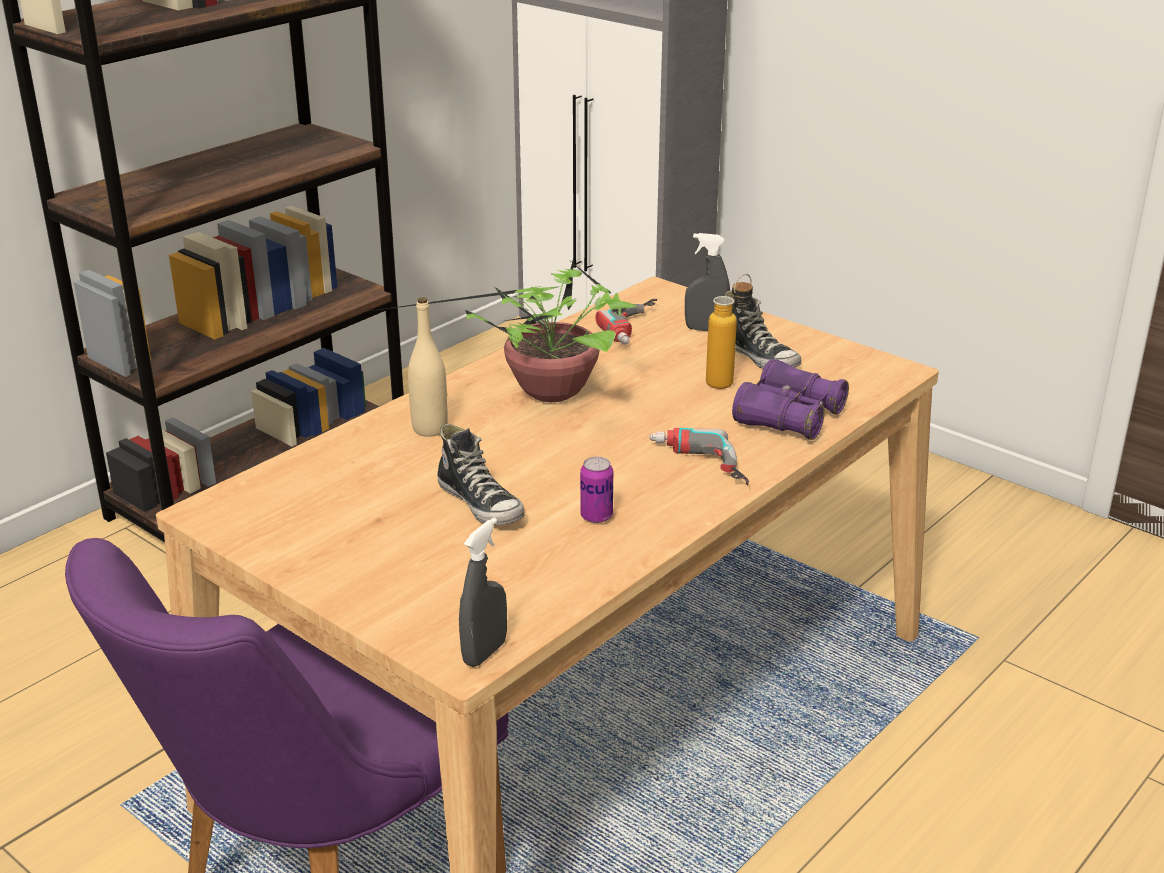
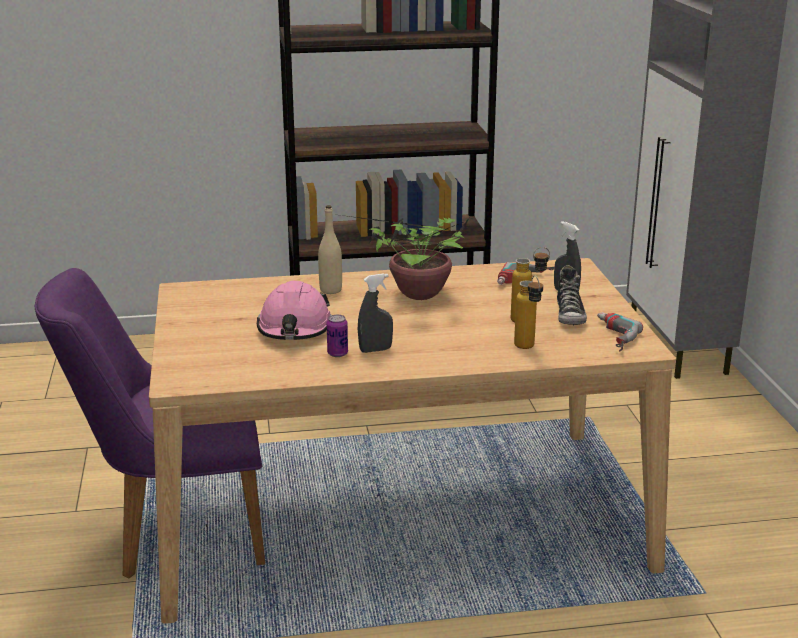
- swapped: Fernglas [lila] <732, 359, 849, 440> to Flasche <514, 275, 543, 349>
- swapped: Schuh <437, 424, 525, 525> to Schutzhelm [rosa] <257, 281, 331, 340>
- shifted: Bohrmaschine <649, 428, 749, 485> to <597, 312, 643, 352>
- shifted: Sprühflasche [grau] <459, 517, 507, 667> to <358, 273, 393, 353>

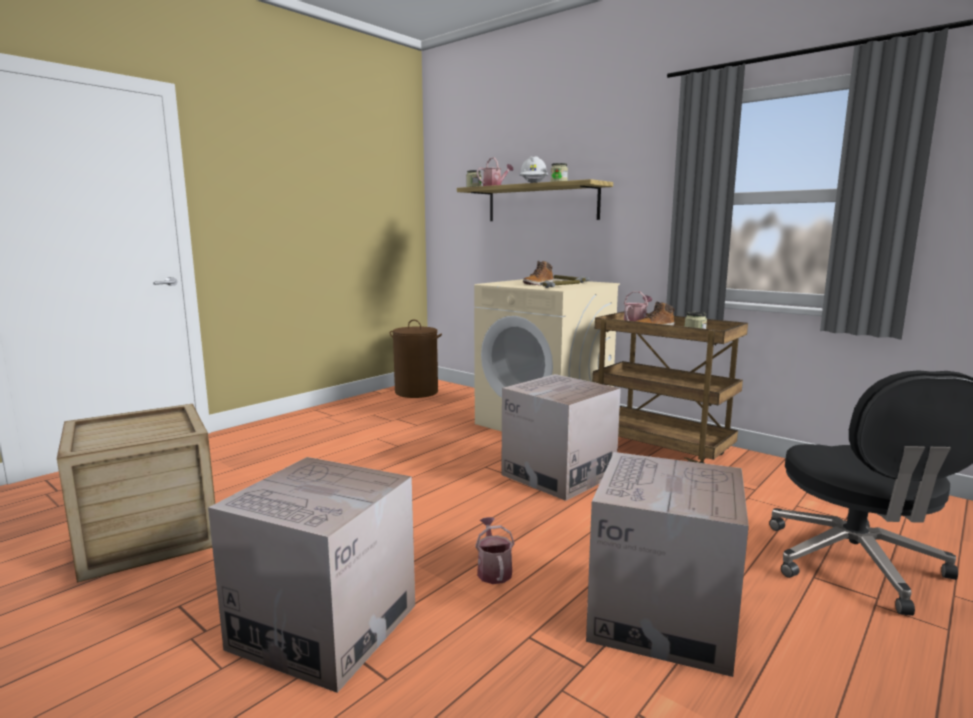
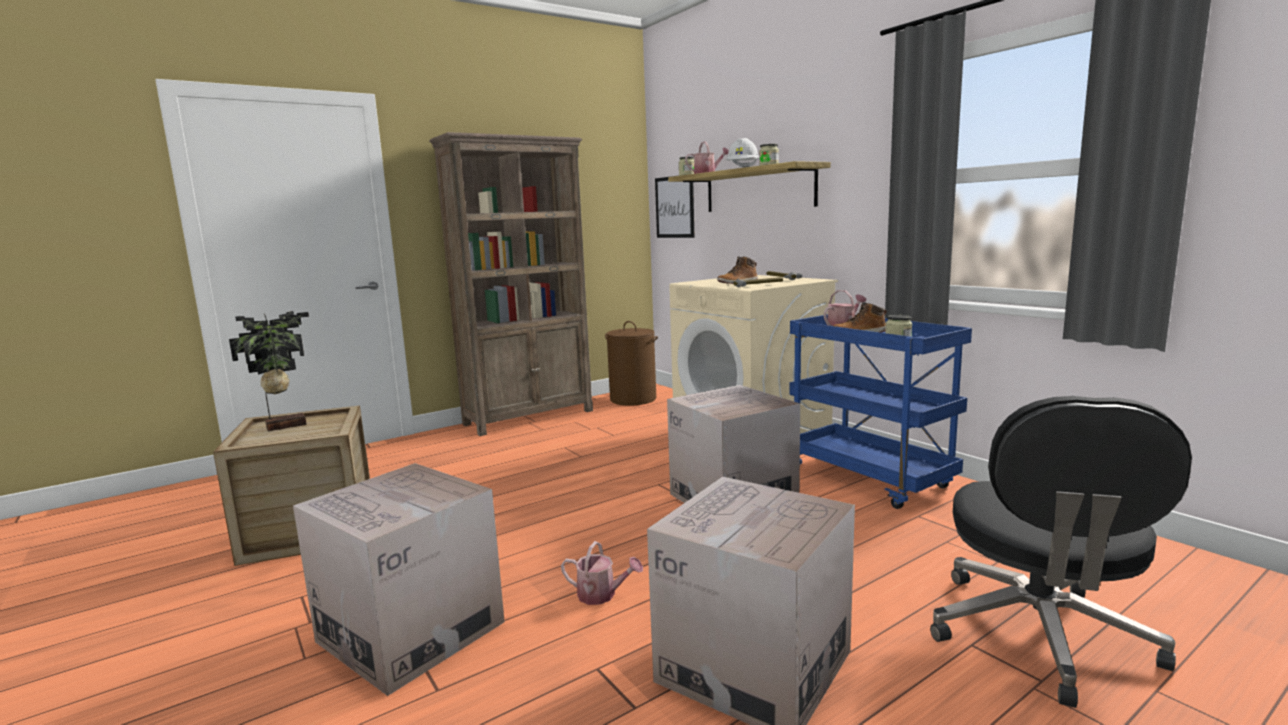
- repainted: Rollwagen [braun] <593, 311, 748, 464> to Rollwagen [blau] <789, 315, 972, 509>
- rotated: Gießkanne <475, 517, 515, 584> = <561, 541, 643, 605> 105 degrees clockwise
- new: Bücherregal [braun] <429, 132, 593, 436>
- new: Bild <655, 176, 694, 238>
- new: Topfpflanze <229, 311, 309, 432>

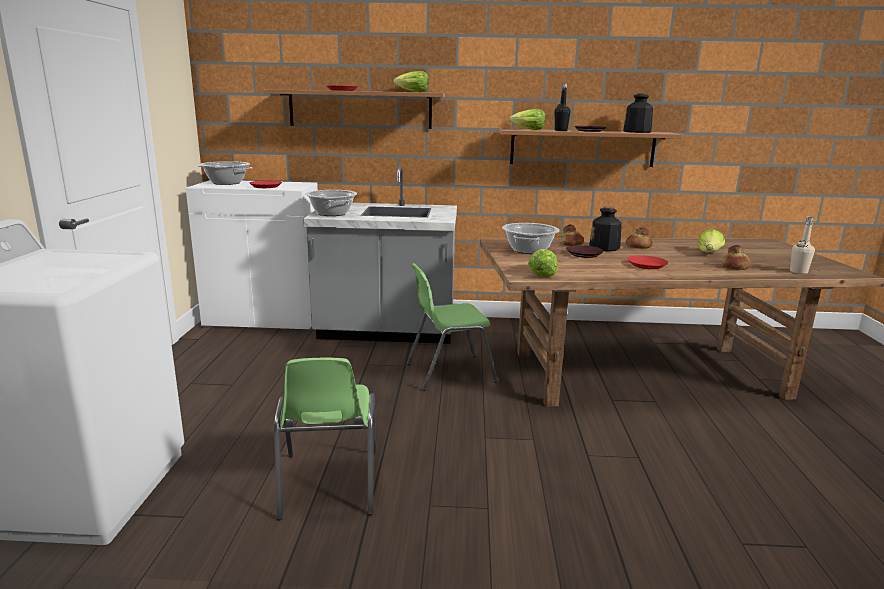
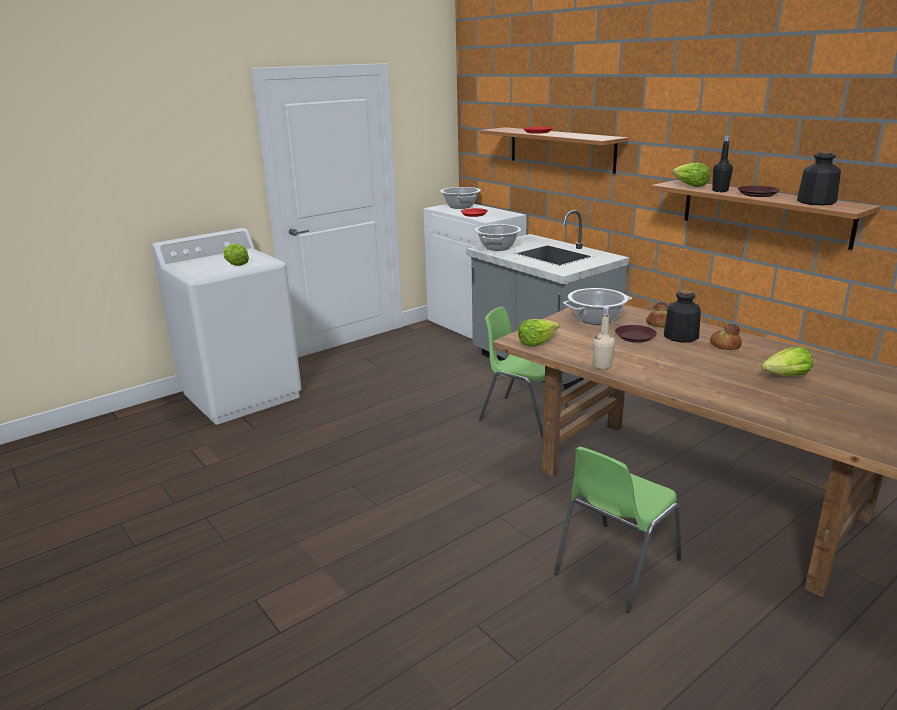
- shifted: Salatkopf <393, 71, 429, 92> to <224, 244, 249, 266>
- shifted: Flasche [beige] <790, 216, 815, 274> to <593, 307, 615, 369>
- gone: Brot <722, 245, 752, 270>
- gone: Teller [rot] <627, 255, 668, 269>
- shifted: Stuhl [grün] <274, 358, 376, 520> to <554, 447, 682, 613>

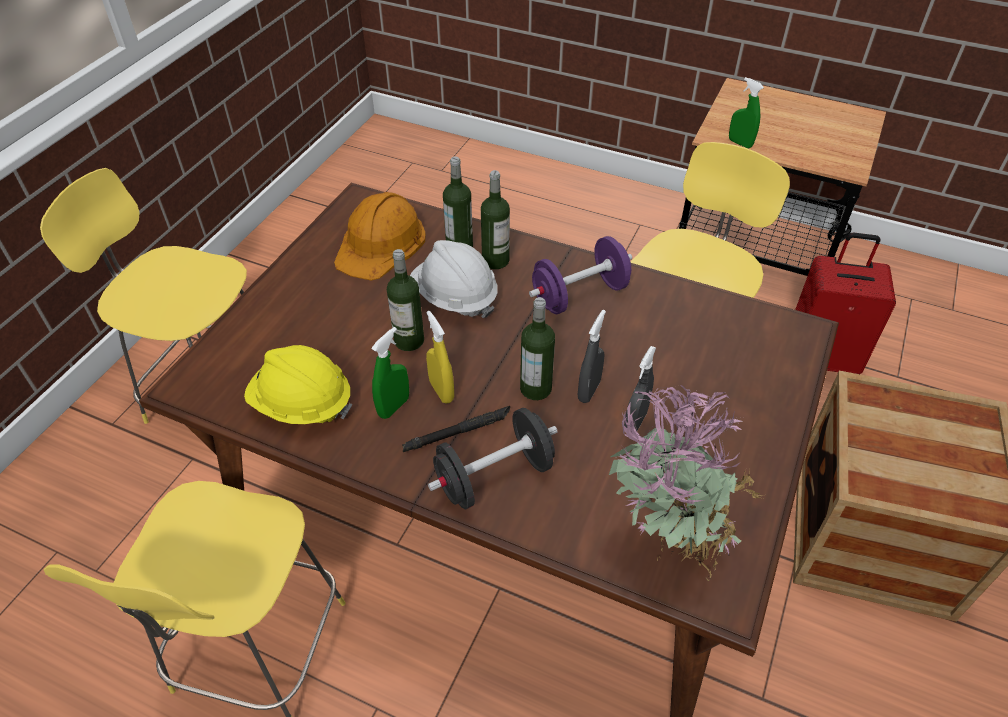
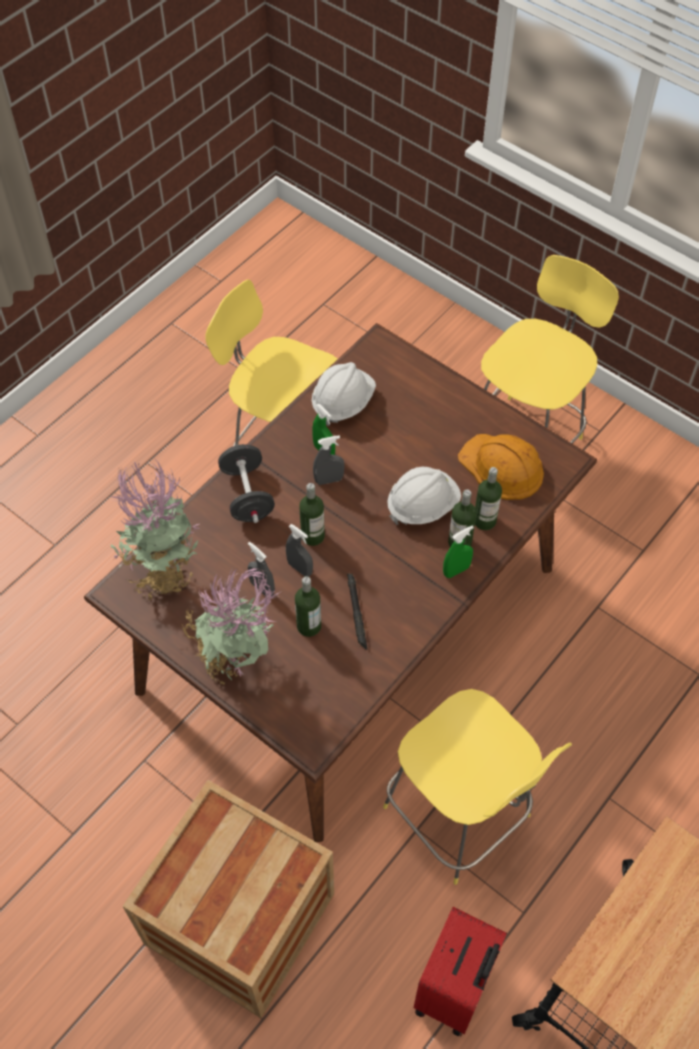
- shifted: Sprühflasche [grün] <729, 77, 764, 148> to <443, 525, 474, 578>
- gone: Hantel [lila] <529, 236, 632, 314>
- shifted: Flasche <387, 249, 424, 351> to <295, 576, 321, 637>
- repainted: Sprühflasche [gelb] <426, 311, 454, 403> to Sprühflasche [grau] <313, 435, 345, 485>
- repainted: Schutzhelm [gelb] <244, 345, 352, 424> to Schutzhelm [weiß] <312, 362, 376, 426>
- shifted: Taschenlampe [schwarz] <402, 406, 510, 452> to <347, 573, 367, 650>
- new: Topfpflanze <182, 568, 280, 685>

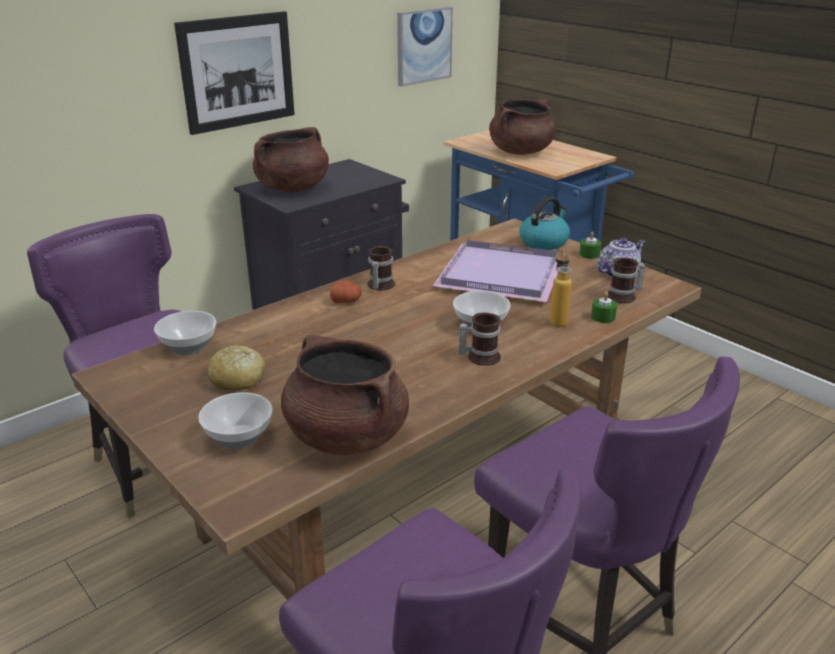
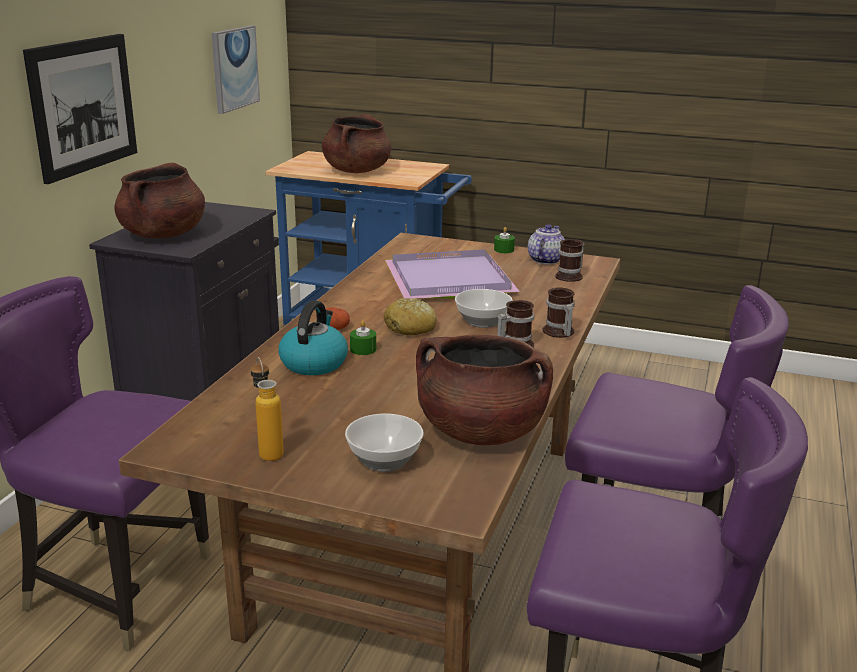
- shifted: Wasserkessel <519, 196, 570, 250> to <278, 300, 348, 375>
- shifted: Henkelbecher <367, 246, 395, 290> to <543, 288, 575, 338>
- shifted: Flasche <550, 249, 572, 327> to <251, 357, 284, 461>
- shifted: Kerze [grün] <591, 292, 617, 323> to <350, 320, 376, 355>
- gone: Schüssel <154, 311, 216, 355>
- shifted: Brot <208, 345, 265, 390> to <383, 298, 437, 335>

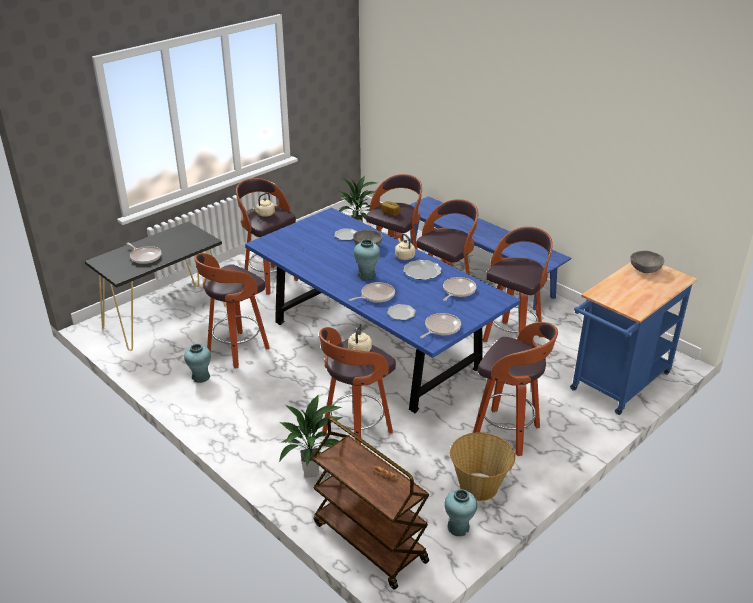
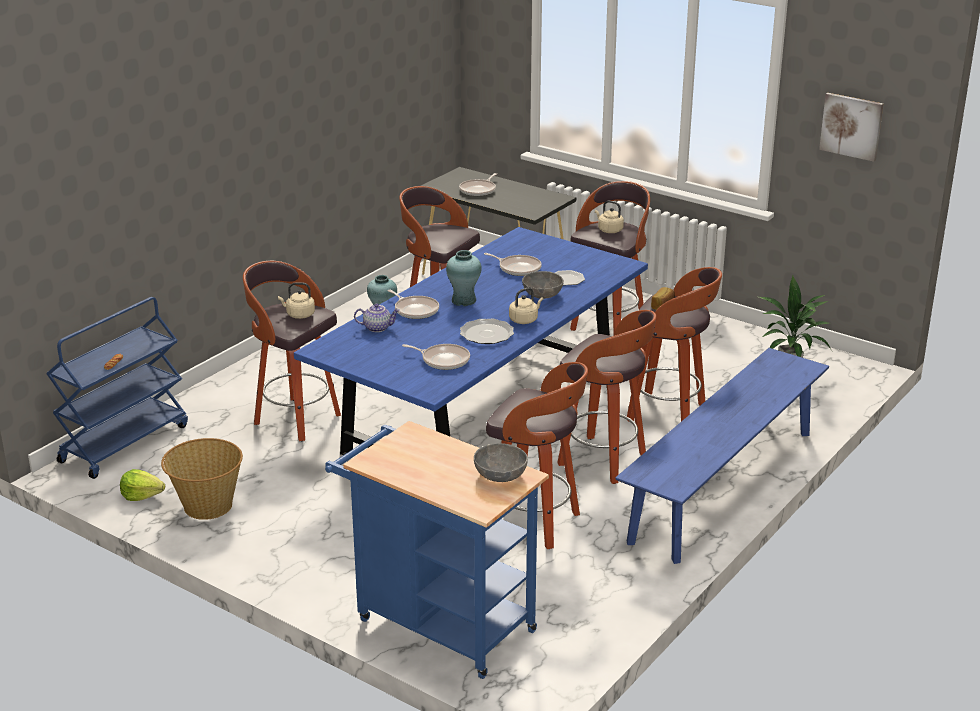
- swapped: Teller <387, 304, 416, 320> to Teekanne <354, 304, 400, 332>
- shifted: Pfanne <420, 313, 461, 338> to <484, 253, 542, 276>
- gone: Hocker <473, 322, 558, 456>
- gone: Topfpflanze <279, 394, 343, 477>
- repainted: Rollwagen [braun] <312, 418, 429, 590> to Rollwagen [blau] <46, 297, 188, 479>
- swapped: Vase [türkis] <444, 489, 477, 536> to Salatkopf <120, 469, 165, 501>
- new: Bild <819, 93, 883, 162>

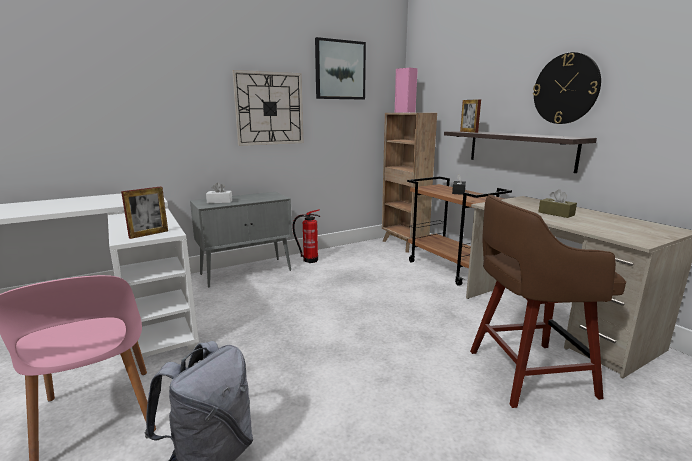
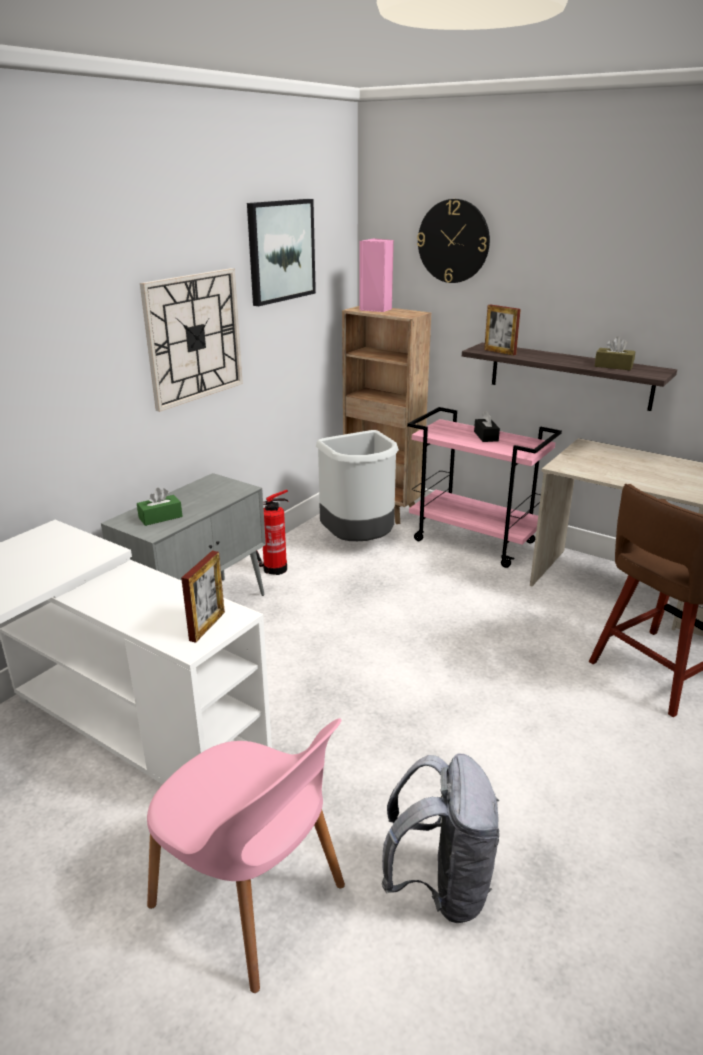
- shifted: Wanduhr <533, 52, 601, 124> to <417, 199, 490, 283>
- repainted: Rollwagen [braun] <407, 176, 512, 286> to Rollwagen [rosa] <407, 407, 562, 568>
- repainted: Taschentuchbox [weiß] <206, 183, 232, 203> to Taschentuchbox [grün] <137, 488, 183, 526>
- shifted: Taschentuchbox [braun] <538, 189, 577, 218> to <595, 337, 636, 370>
- new: Mülleimer [grau] <316, 430, 399, 541>

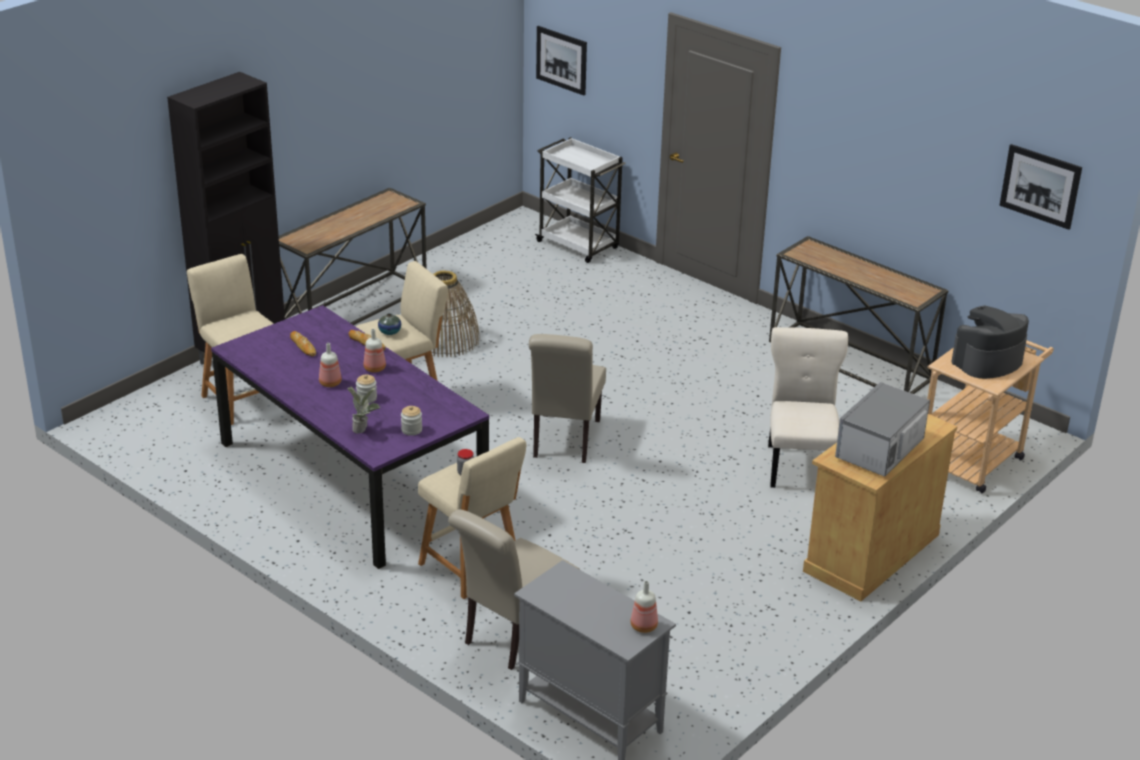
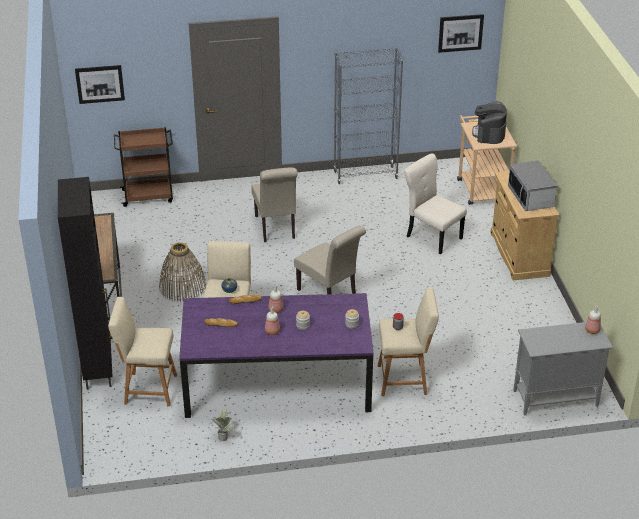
- repainted: Rollwagen [weiß] <535, 137, 626, 263> to Rollwagen [braun] <114, 127, 173, 207>
- swapped: Konsolentisch <769, 236, 948, 394> to Bücherregal [grau] <333, 48, 403, 184>
- shifted: Topfpflanze <348, 387, 380, 434> to <212, 409, 234, 441>
- shifted: Stuhl [beige] <448, 509, 580, 670> to <251, 168, 298, 242>

